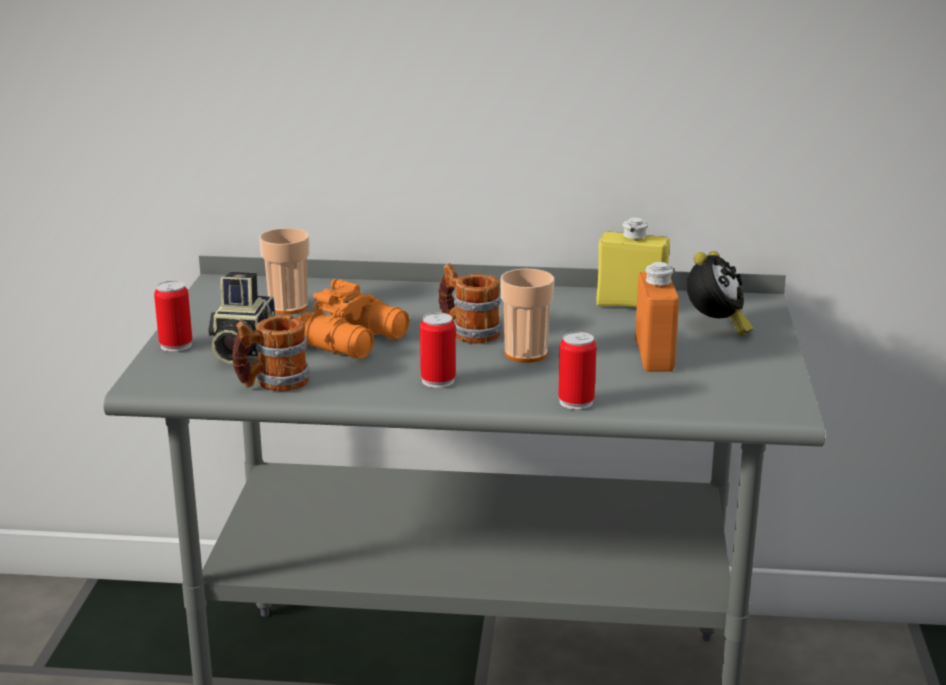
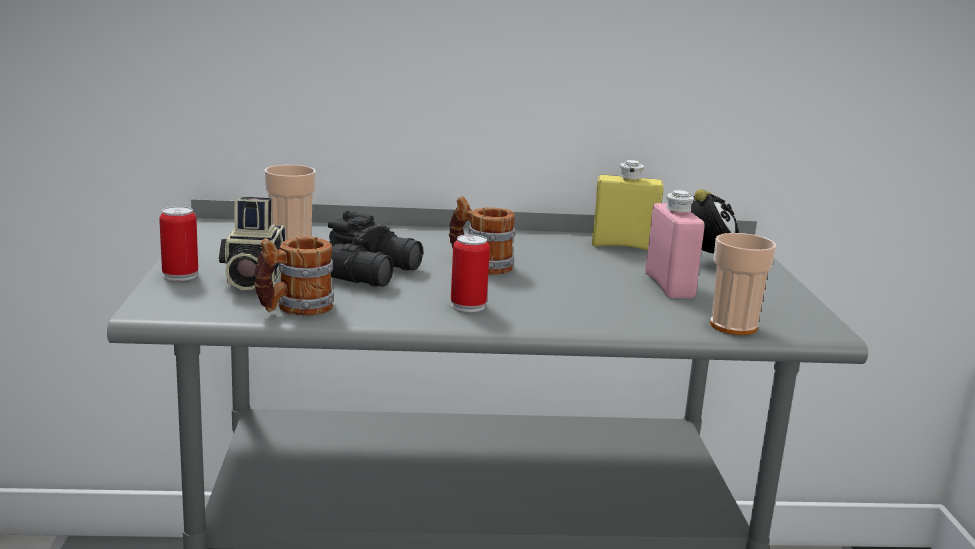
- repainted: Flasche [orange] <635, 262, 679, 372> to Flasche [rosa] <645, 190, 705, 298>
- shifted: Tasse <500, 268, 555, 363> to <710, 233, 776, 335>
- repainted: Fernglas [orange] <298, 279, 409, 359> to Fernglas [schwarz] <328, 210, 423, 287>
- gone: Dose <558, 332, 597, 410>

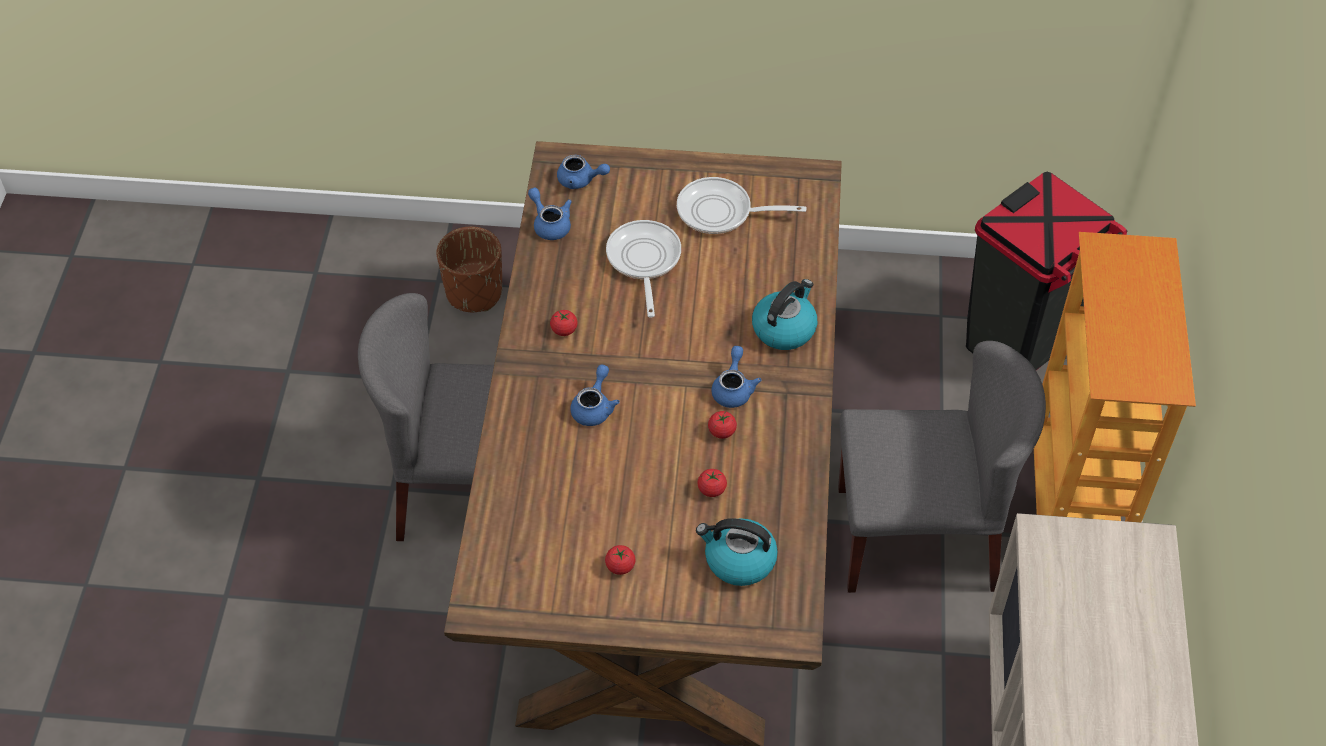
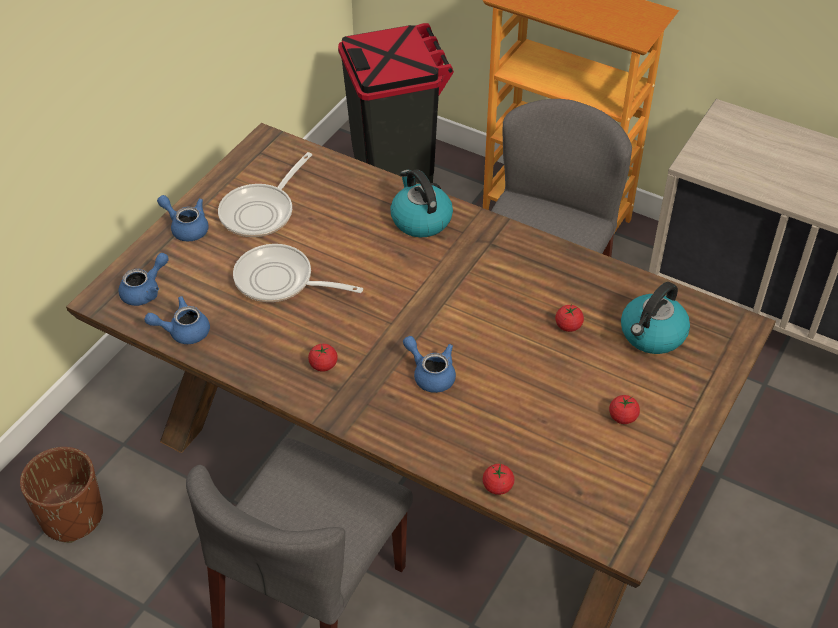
- shifted: Teekanne [blau] <711, 346, 762, 408> to <157, 195, 209, 241>
- shifted: Tomate <708, 411, 737, 439> to <483, 464, 514, 495>

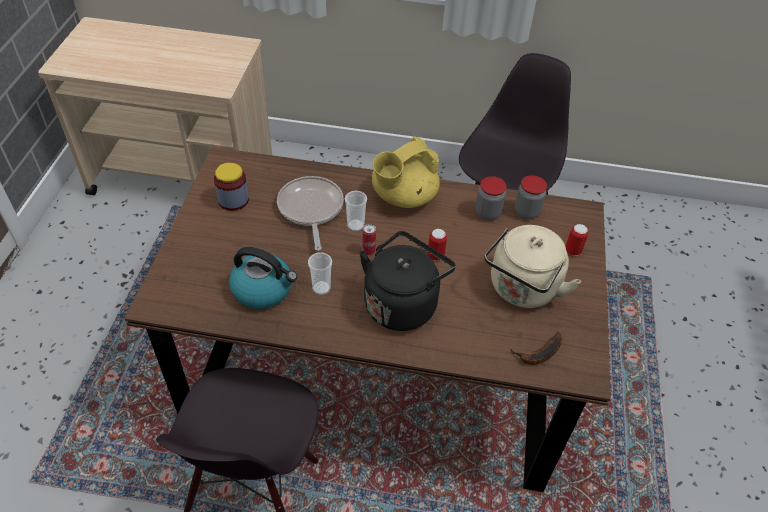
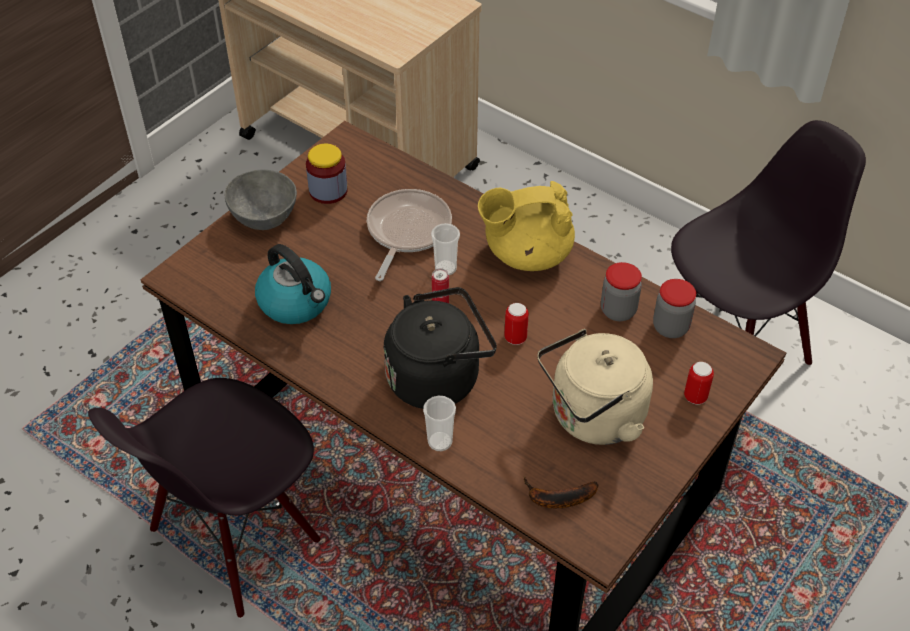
- shifted: Tasse <308, 252, 332, 295> to <423, 396, 456, 451>
- new: Schüssel [grau] <225, 169, 297, 230>

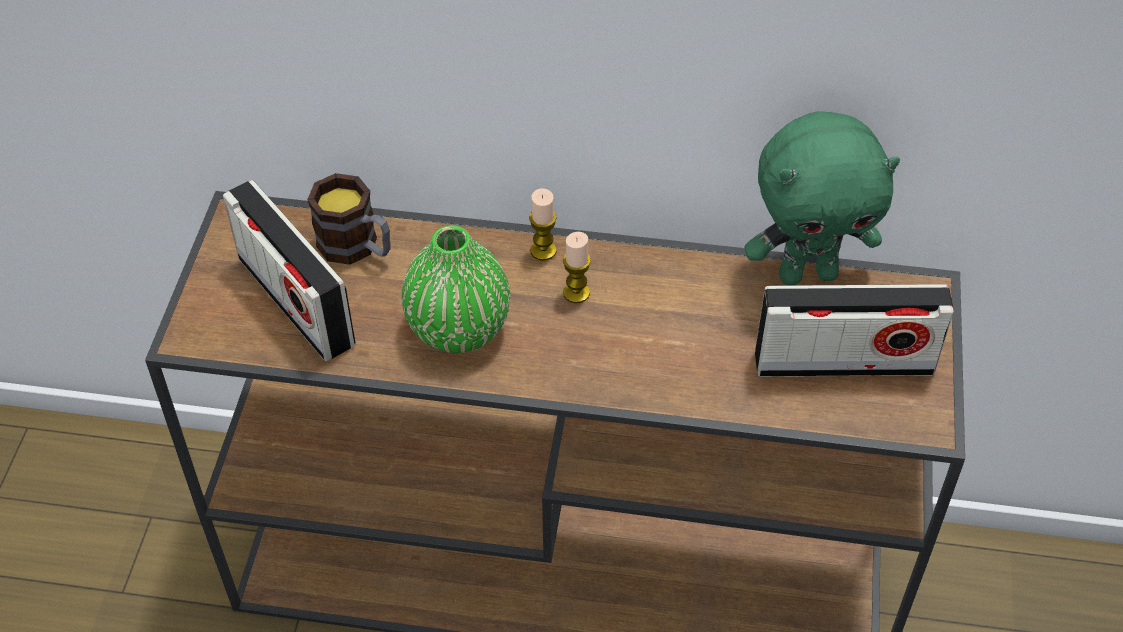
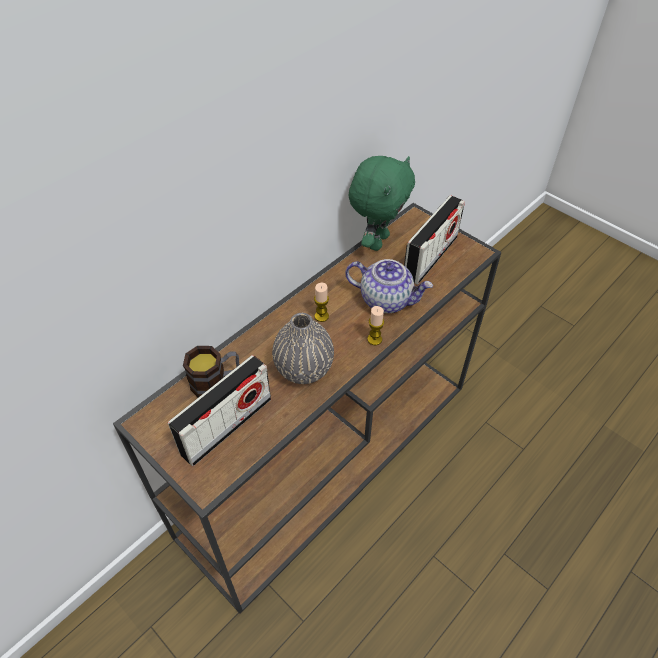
- rotated: Radio <223, 180, 355, 361> = <168, 355, 271, 466> 45 degrees counterclockwise
- shifted: Kerze <529, 188, 557, 261> to <367, 306, 384, 345>
- repainted: Vase [grün] <402, 225, 510, 353> to Vase [grau] <272, 313, 334, 384>
- new: Teekanne <345, 259, 433, 313>

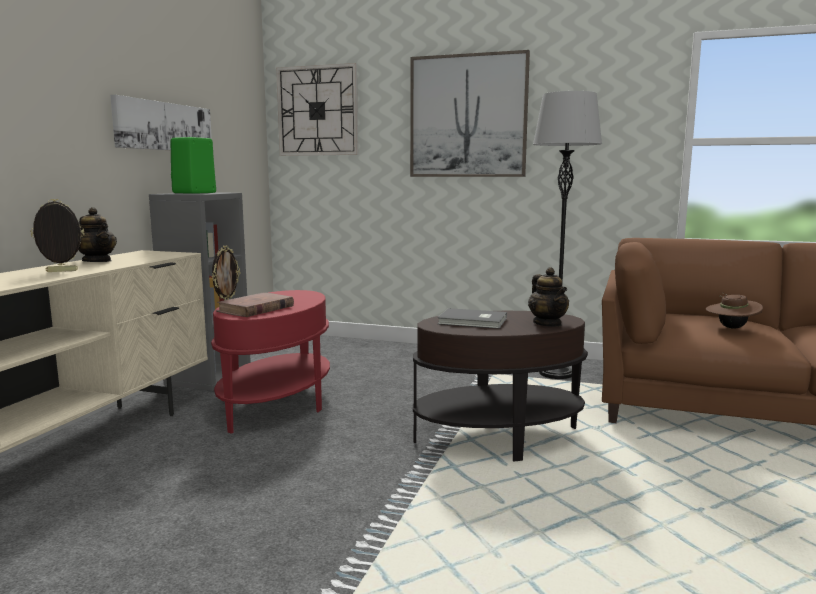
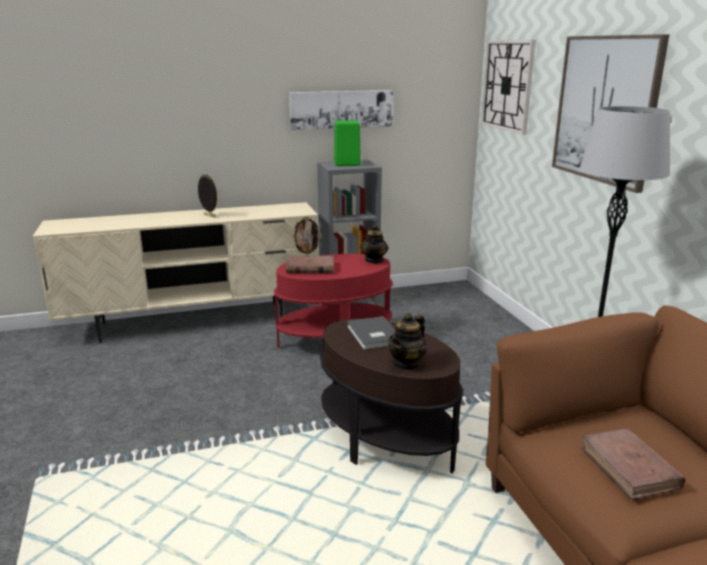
- shifted: Teekanne <78, 207, 117, 262> to <360, 224, 389, 263>
- swapped: Hut [braun] <706, 292, 763, 329> to Buch [braun] <580, 428, 685, 499>

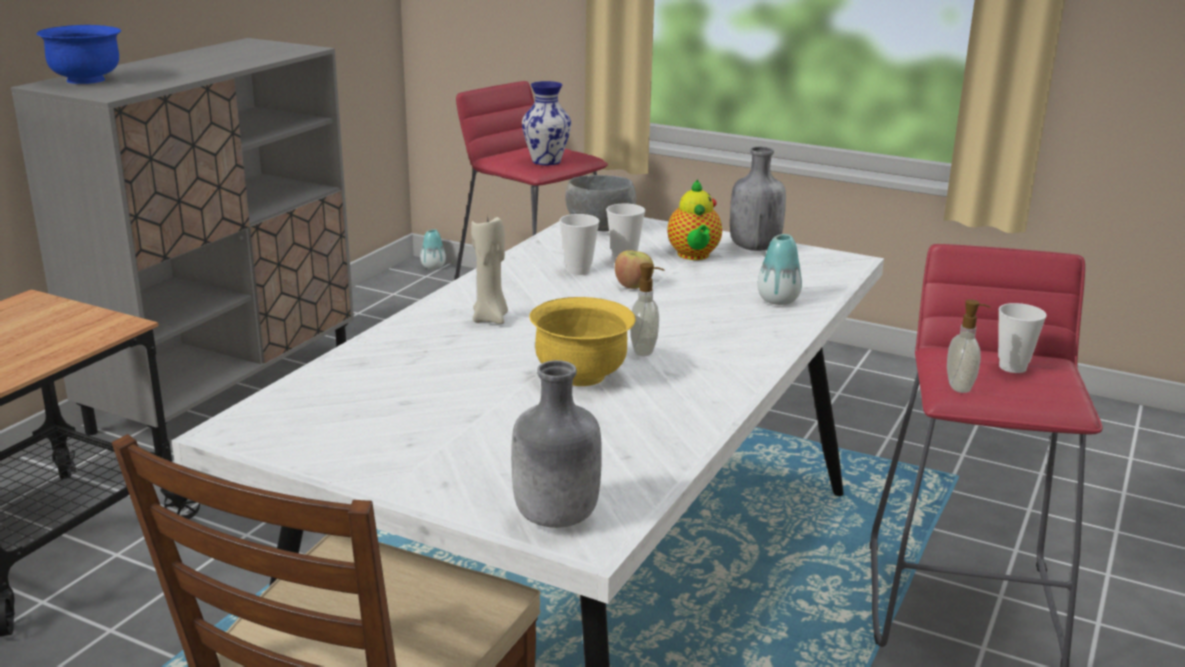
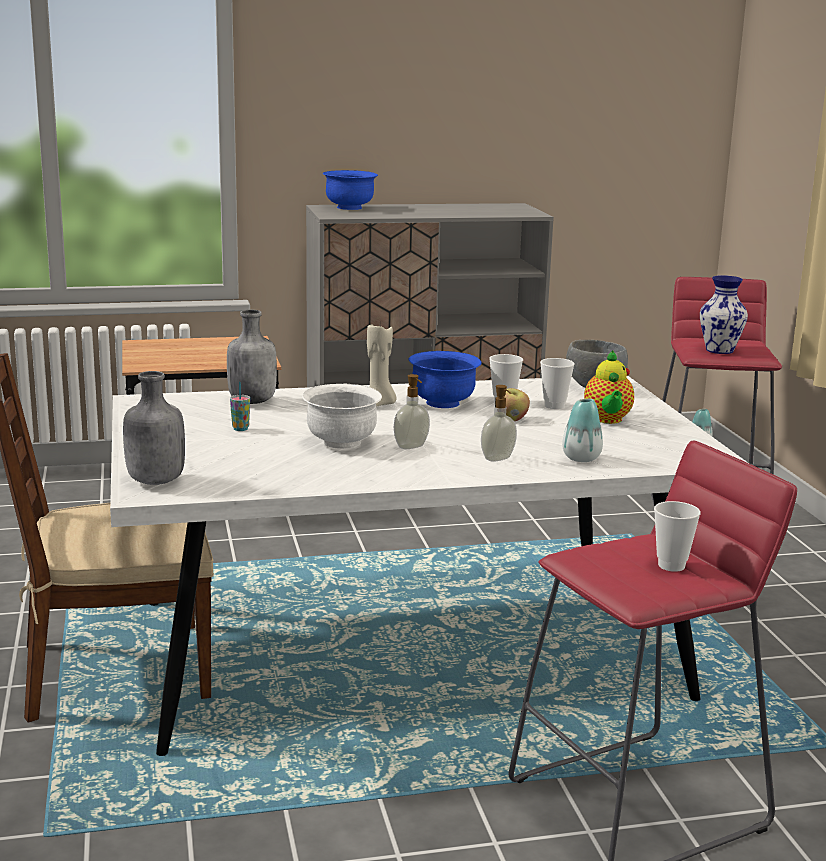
- shifted: Flasche [grau] <730, 147, 786, 251> to <227, 310, 277, 404>
- rotated: Teekanne <668, 179, 722, 260> = <584, 350, 634, 424> 45 degrees counterclockwise
- repainted: Schüssel [gelb] <529, 297, 636, 386> to Schüssel [weiß] <302, 384, 382, 449>
- shifted: Seifenspender <947, 299, 990, 393> to <481, 385, 517, 462>
- new: Schüssel [blau] <408, 351, 481, 408>
- new: Tasse <230, 382, 250, 431>

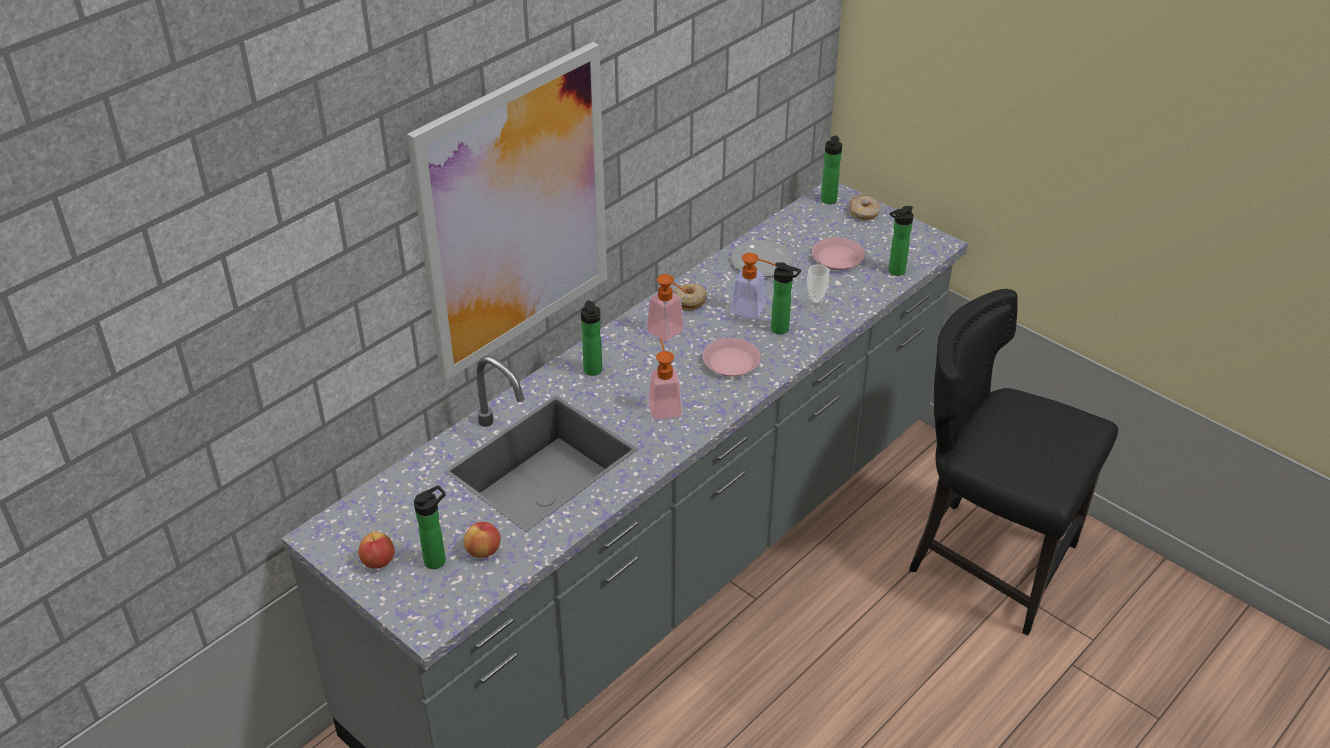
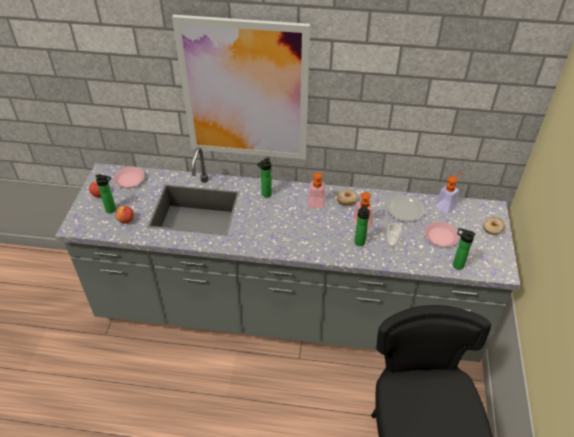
- gone: Flasche <821, 135, 842, 204>
- shifted: Seifenspender <648, 338, 683, 420> to <435, 172, 463, 214>
- shifted: Teller [rosa] <703, 338, 761, 376> to <113, 167, 145, 188>

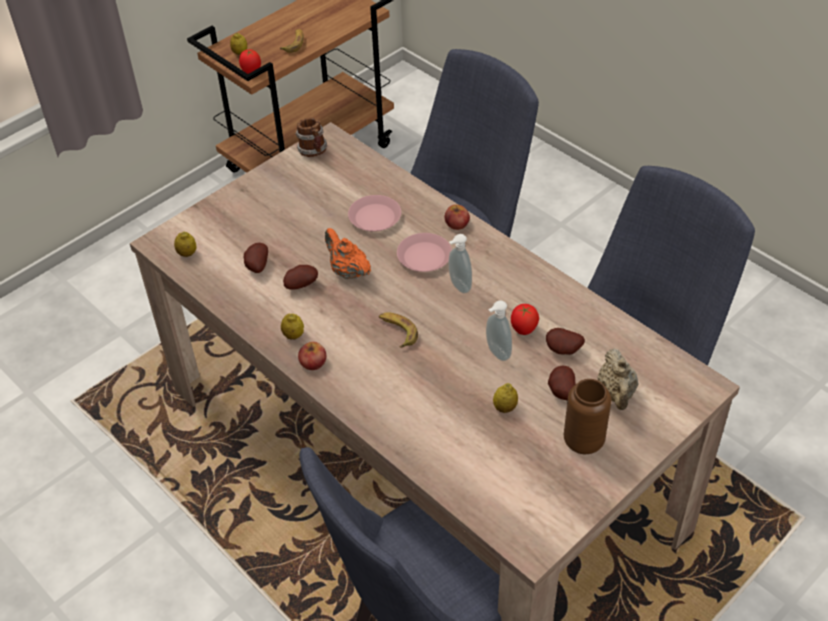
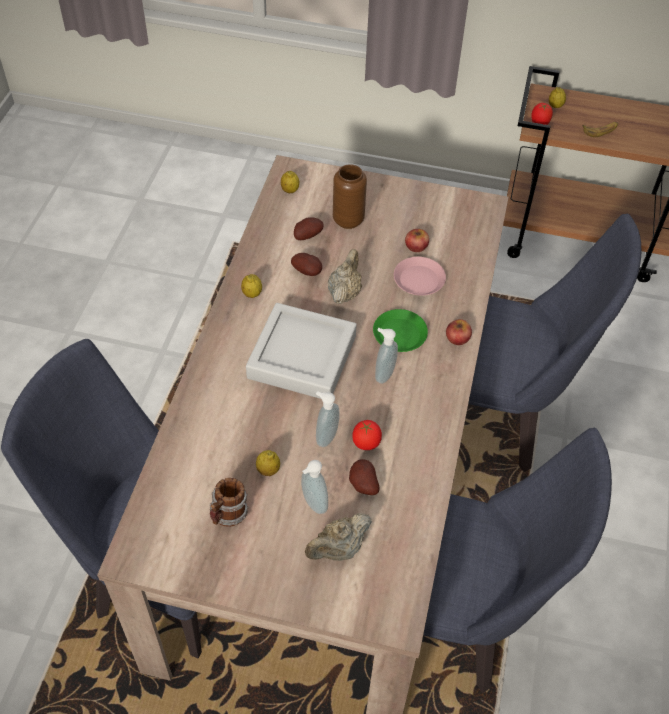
- shifted: Henkelbecher <295, 118, 327, 157> to <210, 478, 249, 527>
- repainted: Teekanne [orange] <325, 228, 371, 279> to Teekanne [beige] <328, 249, 362, 304>
- repainted: Teller [rosa] <397, 233, 452, 272> to Teller [grün] <373, 309, 428, 352>
- swapped: Banane <379, 312, 418, 348> to Tablett [grau] <246, 303, 357, 399>
- shifted: Apfel <298, 342, 326, 370> to <405, 229, 429, 252>
- swapped: Kartoffel <548, 366, 576, 401> to Seifenspender <301, 460, 328, 514>
- shifted: Vase [braun] <564, 379, 612, 454> to <333, 164, 367, 229>

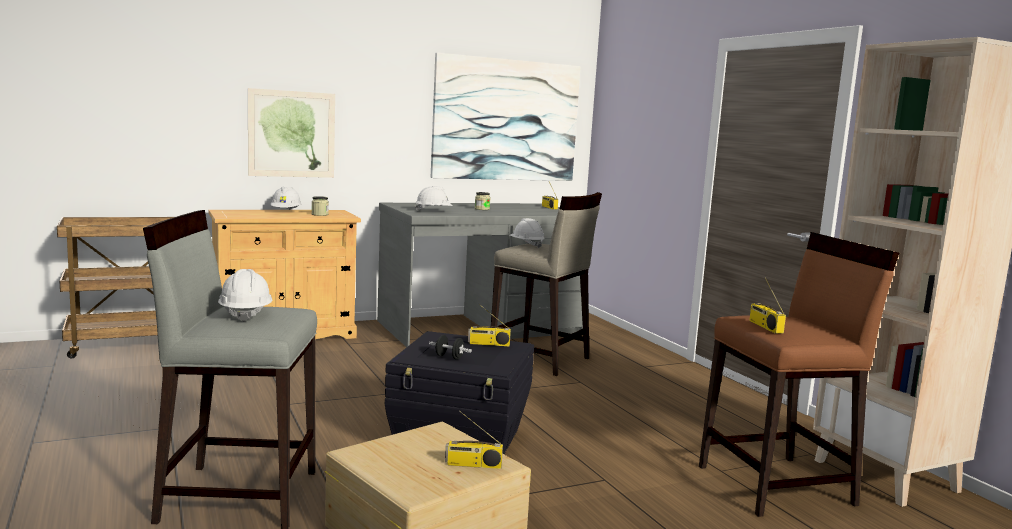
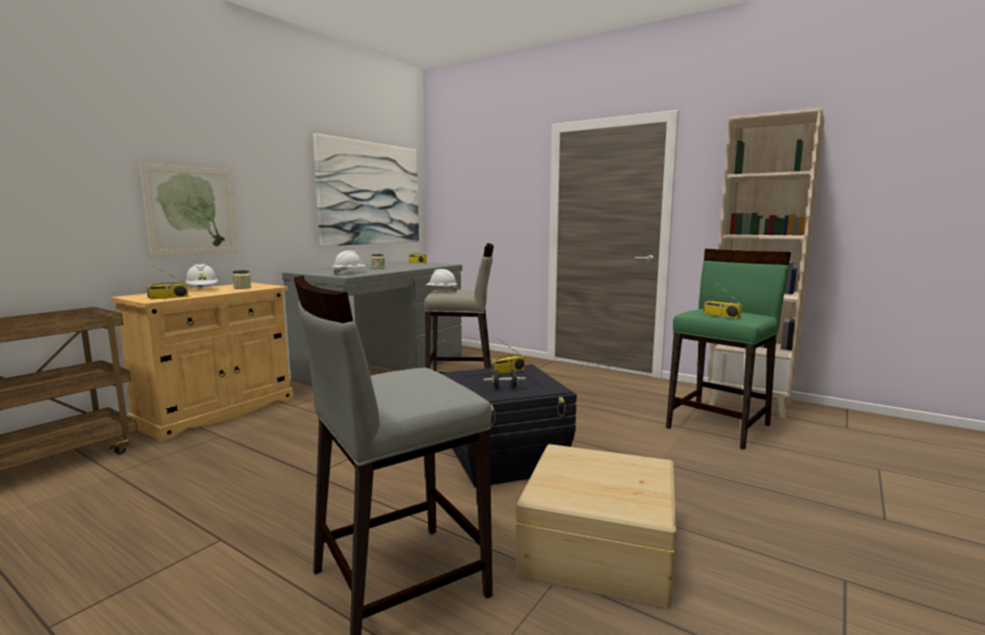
- repainted: Hocker [braun] <699, 232, 899, 517> to Hocker [grün] <666, 249, 791, 450>
- gone: Schutzhelm [weiß] <218, 269, 273, 322>
- shifted: Radio <445, 411, 503, 469> to <147, 265, 188, 299>

